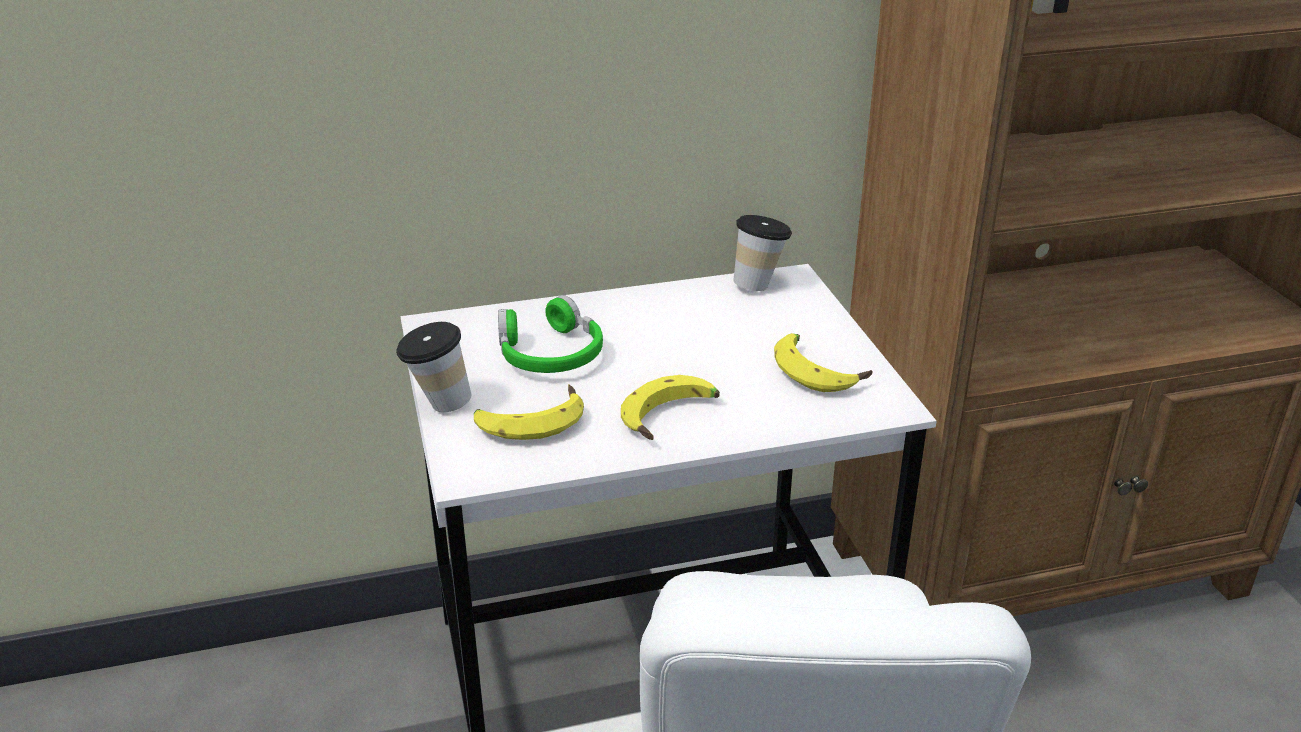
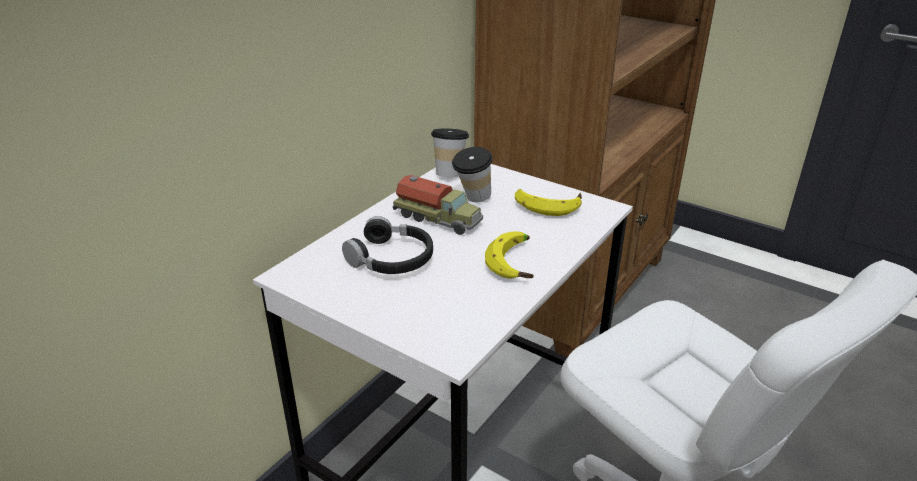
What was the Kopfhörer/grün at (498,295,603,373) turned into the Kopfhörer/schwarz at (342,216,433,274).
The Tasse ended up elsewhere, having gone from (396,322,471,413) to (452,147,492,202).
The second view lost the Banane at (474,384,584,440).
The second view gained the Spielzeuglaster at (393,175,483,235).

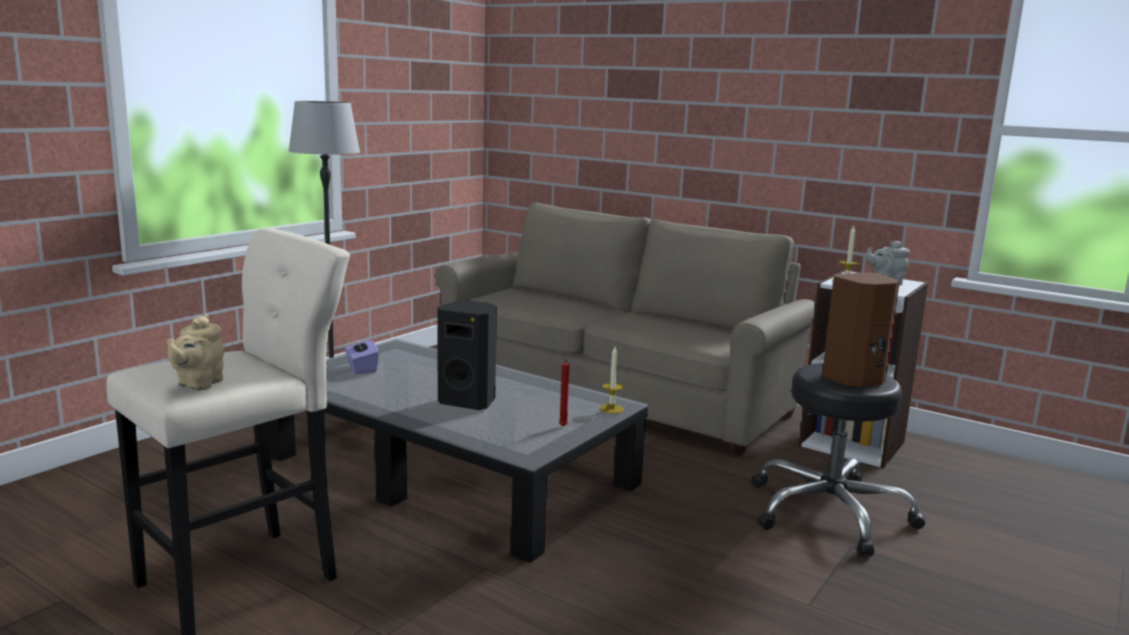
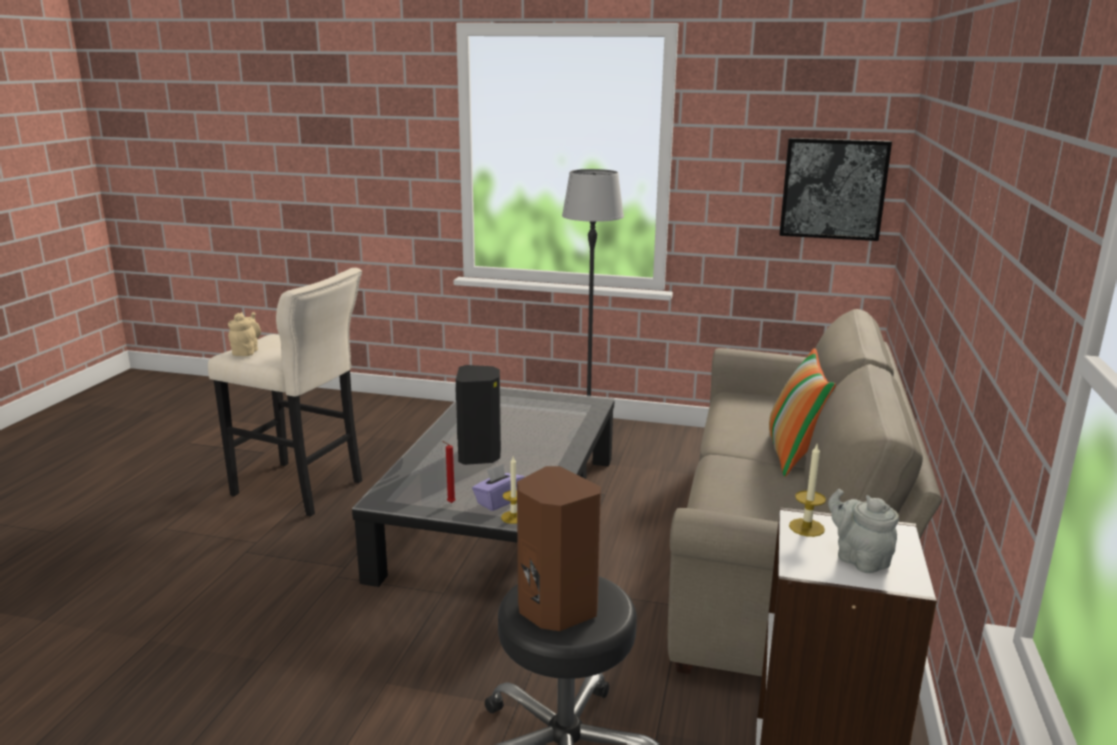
The Teekanne/beige at (167,314,224,391) ended up facing another way, 105 degrees clockwise from before.
The Taschentuchbox/lila ended up elsewhere, having gone from (345,339,379,374) to (472,464,525,511).
The second view gained the Bild at (779,138,892,241).
The second view gained the Kissen at (769,348,836,477).

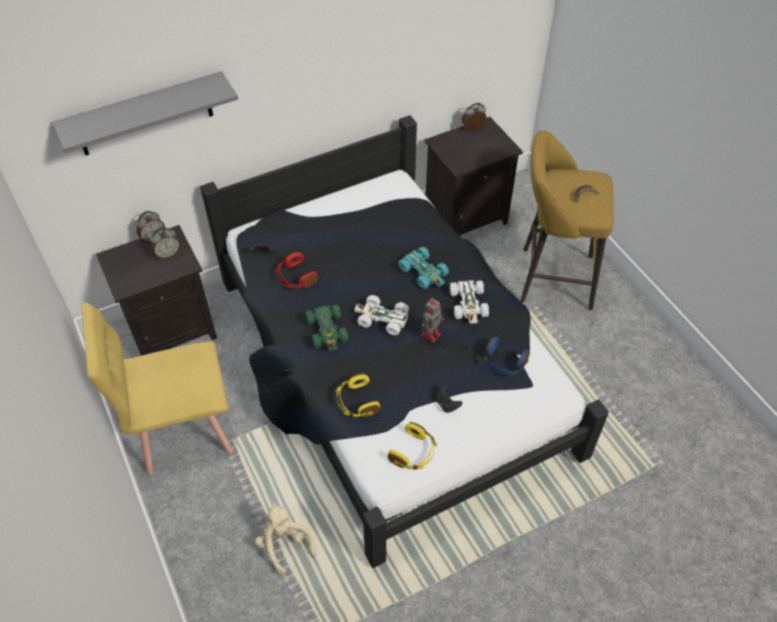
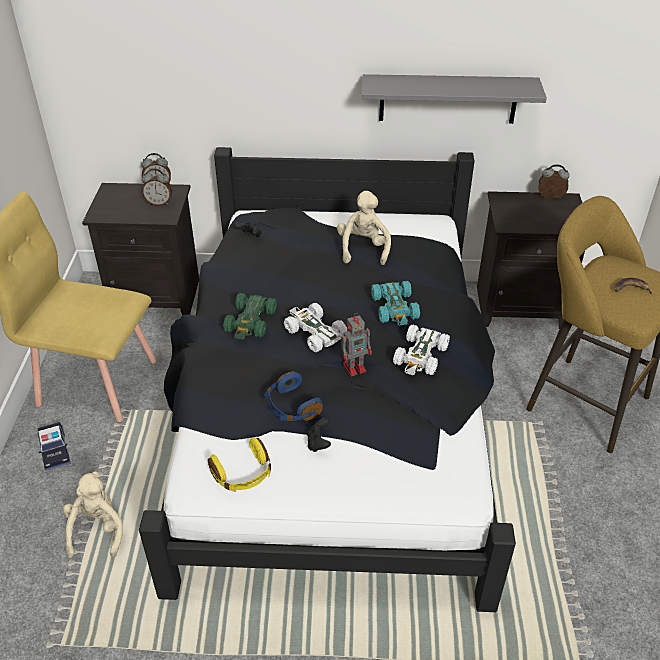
The Wandregal/grau ended up elsewhere, having gone from (52,71,238,156) to (362,74,547,124).
The second view lost the Kopfhörer/rot at (276,252,318,288).
The Kopfhörer/blau ended up elsewhere, having gone from (484,337,530,377) to (264,371,323,421).
The second view lost the Kopfhörer/gelb at (336,373,380,417).
The second view gained the Plüschtier/beige at (337,191,391,265).
The second view gained the Spielzeugauto at (38,422,71,471).

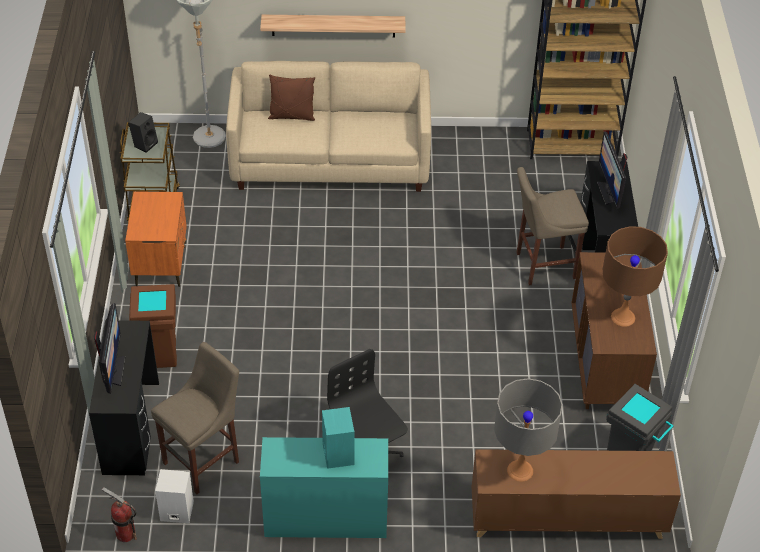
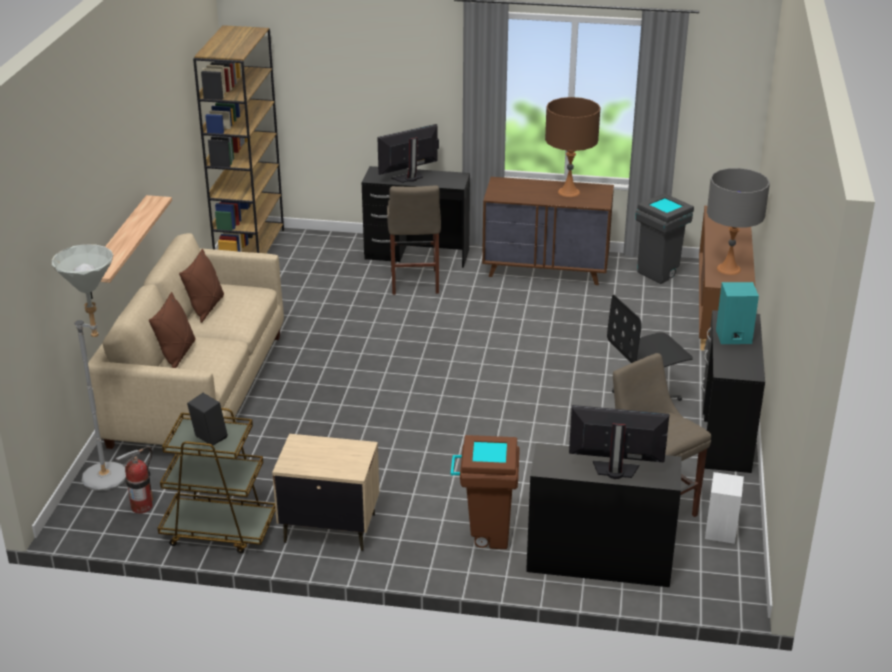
The Monitor at (597,132,628,209) ended up facing another way, 150 degrees clockwise from before.
What was the Nachttisch/orange at (125,191,187,287) turned into the Nachttisch/beige at (272,434,379,551).
What was the Schreibtisch/türkis at (260,437,388,538) turned into the Schreibtisch/schwarz at (701,310,765,473).
The Feuerlöscher ended up elsewhere, having gone from (102,487,137,542) to (115,447,153,514).
The second view gained the Kissen/braun at (179,249,224,323).

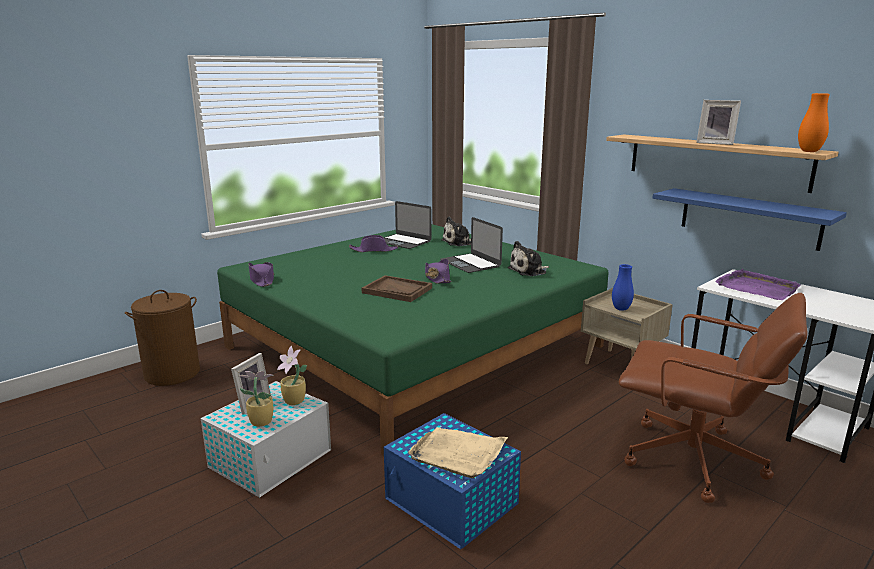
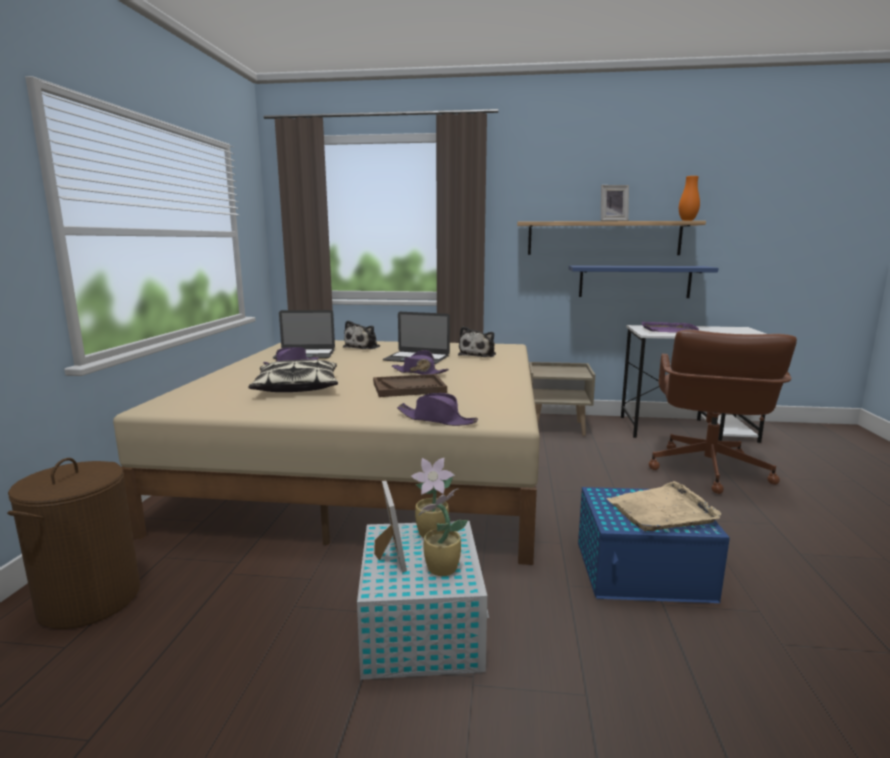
What was the Bett/grün at (217,224,609,456) turned into the Bett/beige at (113,340,540,565).
The Hut/lila ended up elsewhere, having gone from (248,262,274,287) to (397,393,478,426).
The second view lost the Vase/blau at (612,264,634,311).
The Bürostuhl/braun at (619,293,808,503) ended up facing another way, 120 degrees clockwise from before.
The second view gained the Kissen at (248,360,338,392).

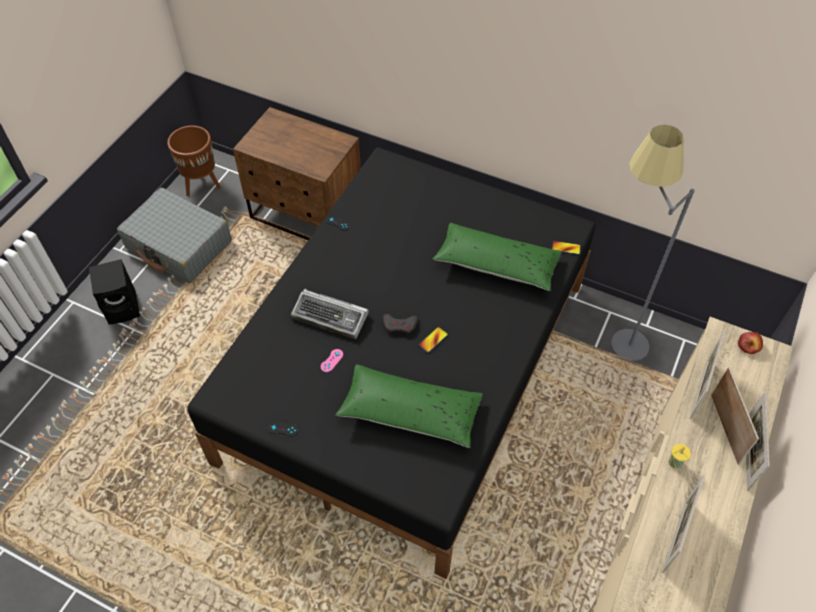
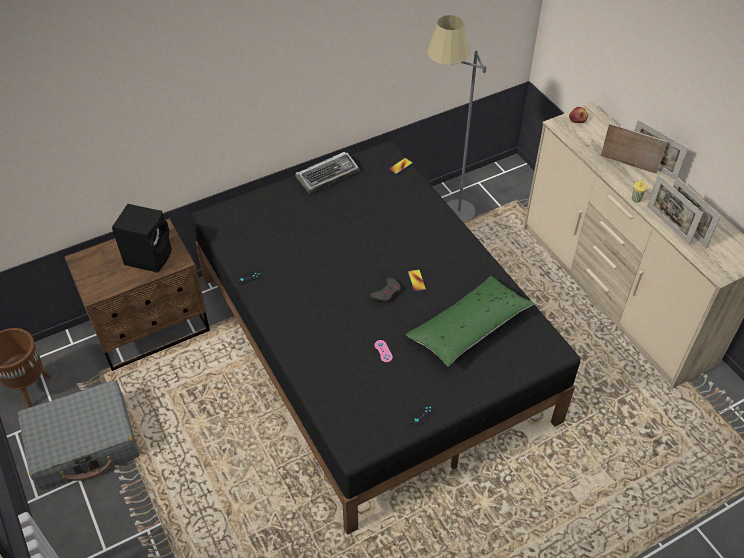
The second view lost the Kissen/grün at (433,223,562,291).
The Lautsprecher/schwarz ended up elsewhere, having gone from (89,259,140,324) to (112,204,172,273).
The Tastatur ended up elsewhere, having gone from (291,289,369,339) to (295,152,359,194).
The Bilderrahmen ended up elsewhere, having gone from (690,330,725,419) to (647,175,703,245).

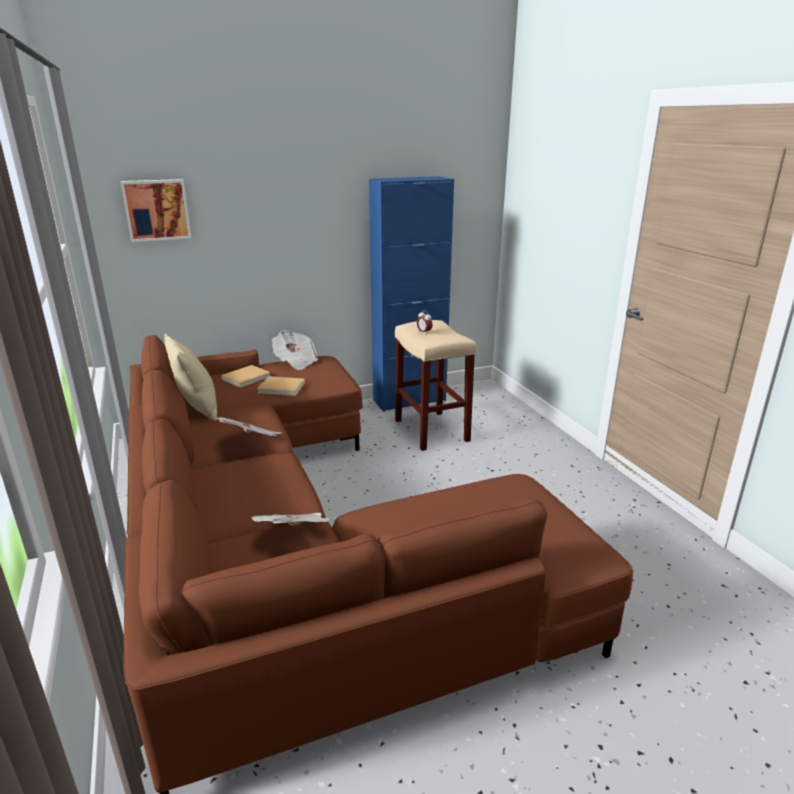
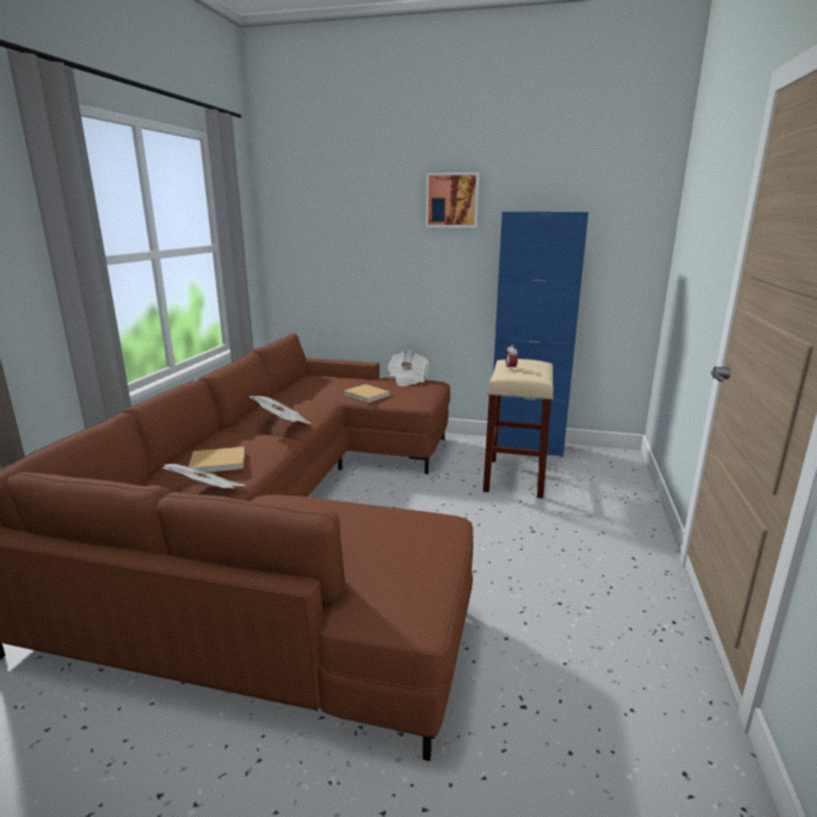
The Bild ended up elsewhere, having gone from (121,179,192,242) to (426,172,479,228).
The second view lost the Kissen/beige at (164,333,217,420).
The Buch/beige ended up elsewhere, having gone from (221,365,271,388) to (189,447,245,472).

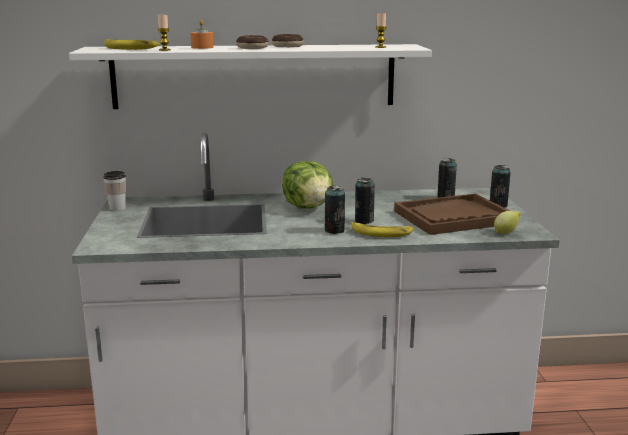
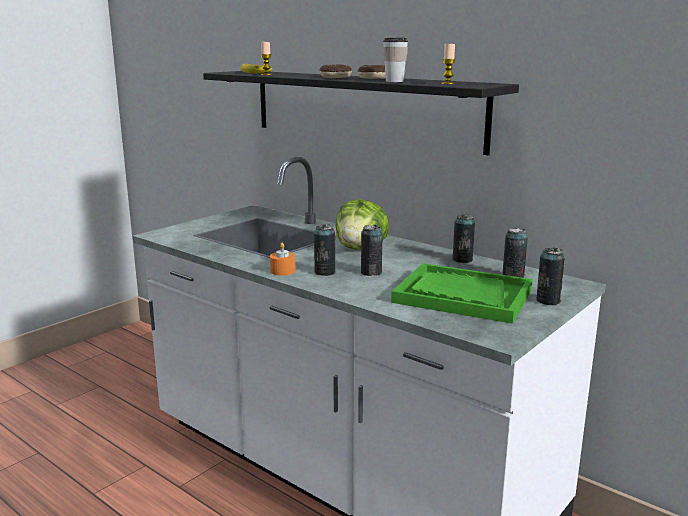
The Kerze/orange ended up elsewhere, having gone from (190,20,214,49) to (270,243,295,276).
What was the Wandregal/weiß at (69,44,432,109) turned into the Wandregal/schwarz at (203,71,519,155).
The Tasse ended up elsewhere, having gone from (103,171,126,211) to (383,38,408,82).
What was the Tablett/braun at (394,194,510,235) turned into the Tablett/grün at (391,263,533,324).
The second view lost the Zitrone at (494,211,521,234).
The second view lost the Banane at (351,222,414,237).
The second view gained the Dose at (453,214,475,263).

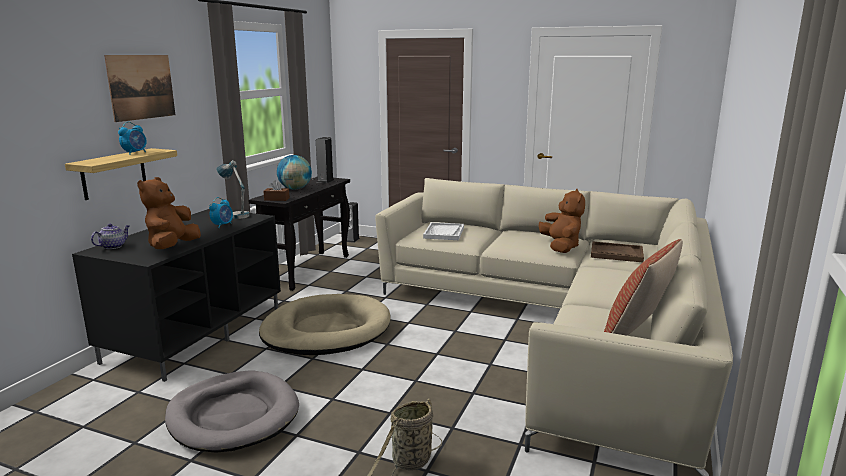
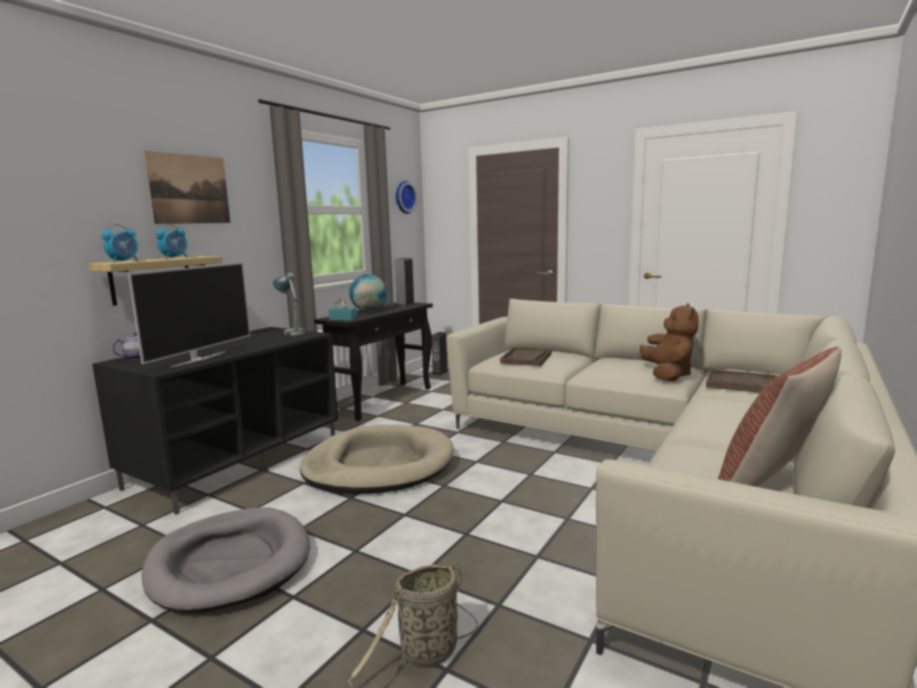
Where the Plüschtier/braun stood at (137,177,201,249), the Fernseher came to stand at (128,263,250,368).
What was the Taschentuchbox/braun at (263,181,290,201) turned into the Taschentuchbox/türkis at (329,298,357,321).
The Wecker ended up elsewhere, having gone from (209,197,233,228) to (102,224,138,262).
What was the Tablett/weiß at (423,222,464,240) turned into the Tablett/braun at (500,347,551,366).
The second view gained the Wanduhr at (396,181,417,214).

